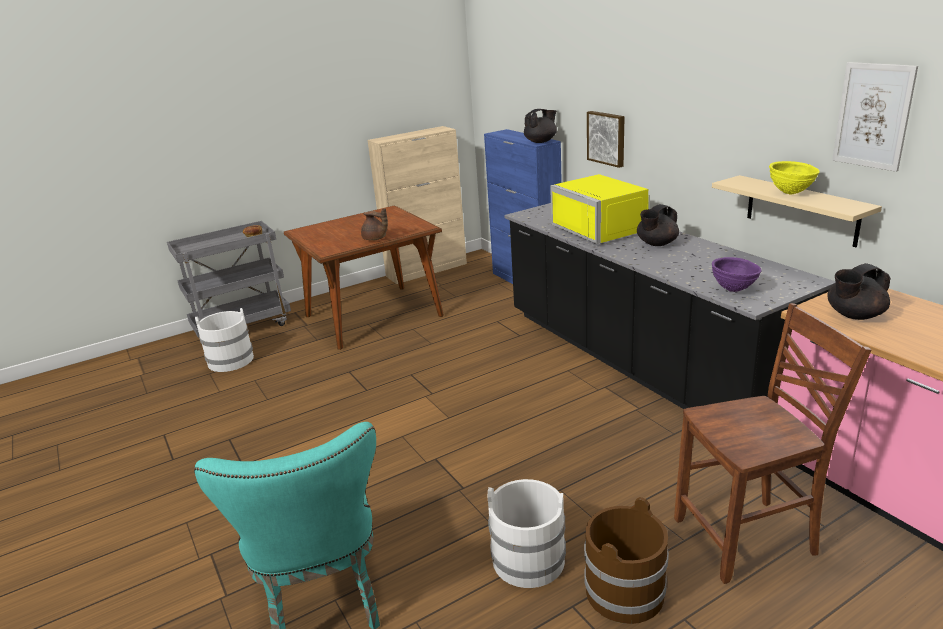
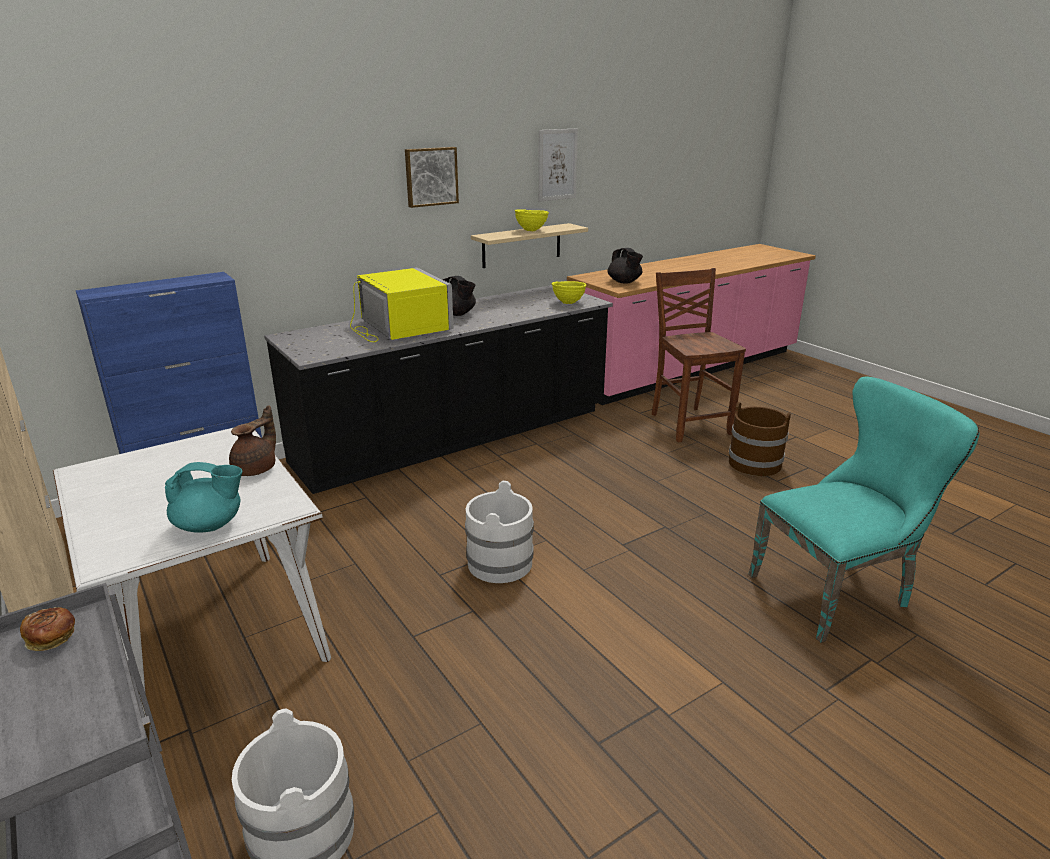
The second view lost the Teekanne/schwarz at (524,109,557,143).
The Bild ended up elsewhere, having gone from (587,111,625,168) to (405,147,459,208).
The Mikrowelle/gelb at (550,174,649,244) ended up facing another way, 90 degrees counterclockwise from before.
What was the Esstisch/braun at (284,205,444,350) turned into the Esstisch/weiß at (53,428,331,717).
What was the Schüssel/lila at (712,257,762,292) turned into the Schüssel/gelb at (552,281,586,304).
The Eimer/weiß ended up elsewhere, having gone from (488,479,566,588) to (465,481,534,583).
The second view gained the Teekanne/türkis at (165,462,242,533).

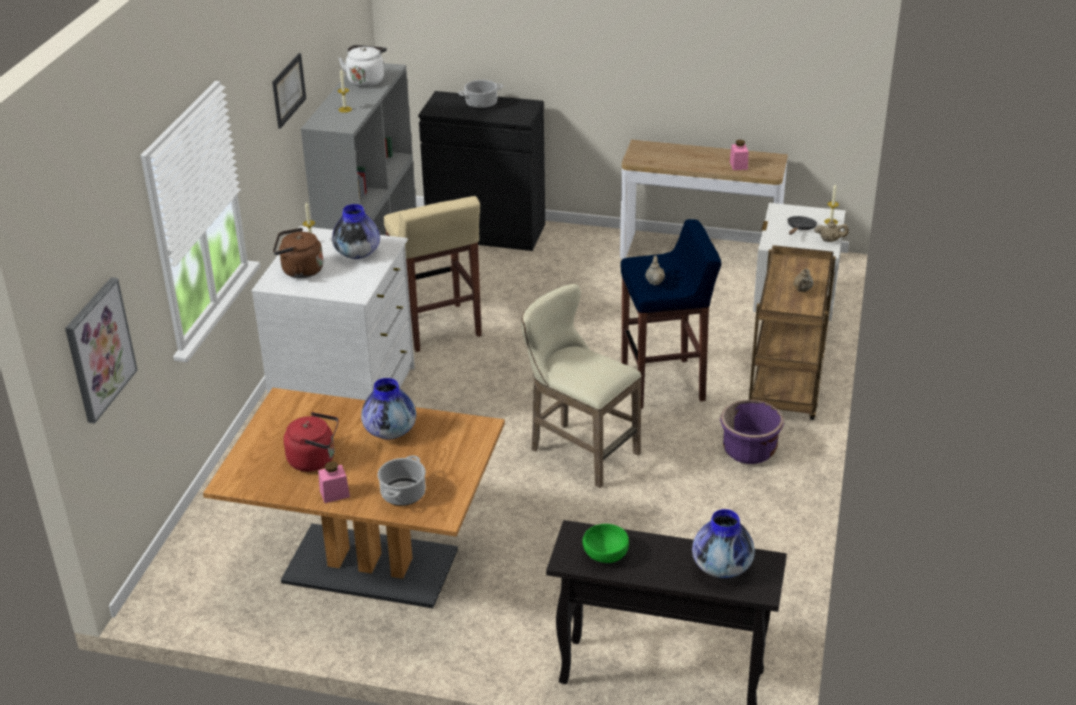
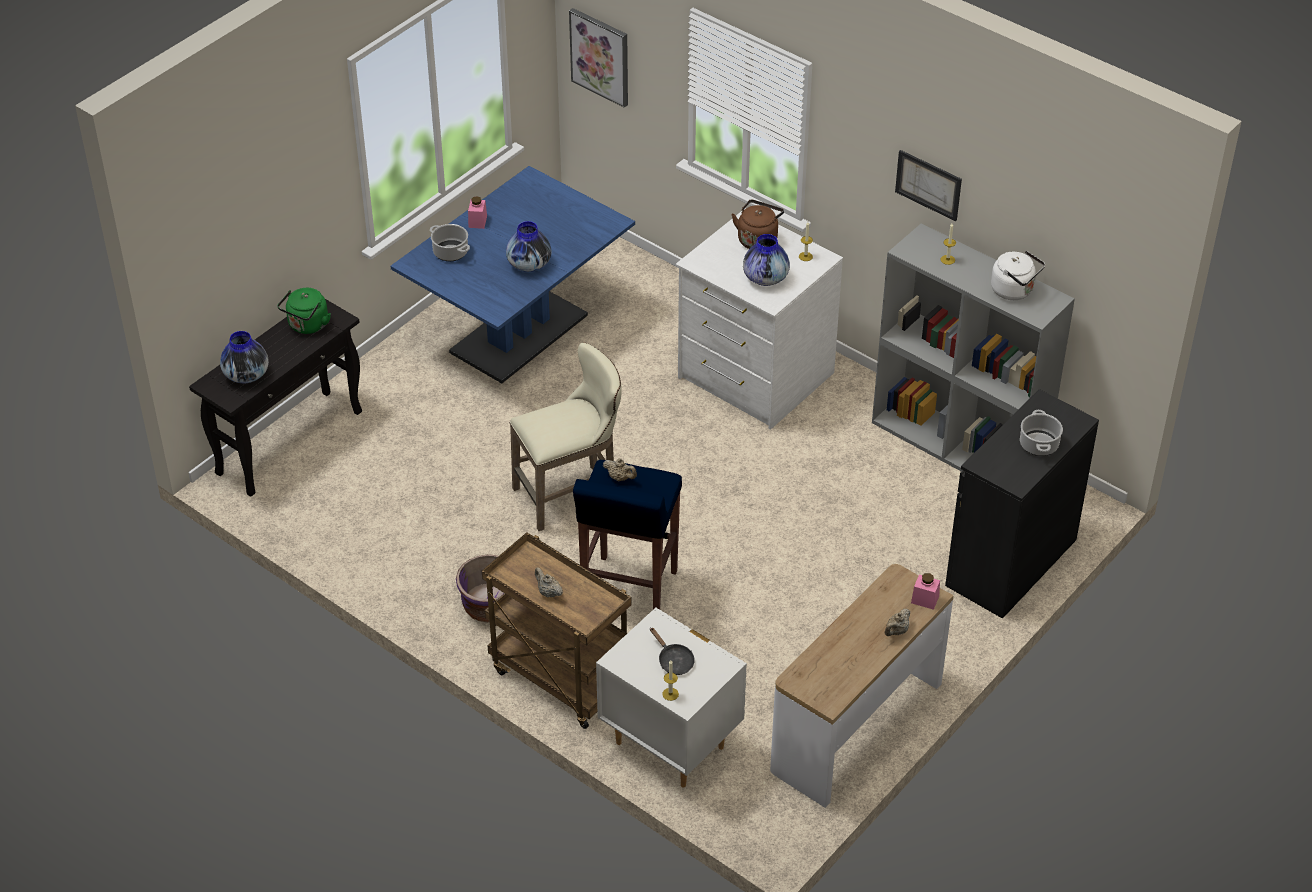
The Vorratsglas/rosa ended up elsewhere, having gone from (730,140,748,170) to (911,573,940,610).
The second view lost the Hocker/beige at (383,196,482,352).
The Teekanne/beige ended up elsewhere, having gone from (814,220,849,242) to (885,609,910,636).
What was the Esstisch/braun at (203,388,505,608) turned into the Esstisch/blau at (390,166,635,383).
The second view lost the Wasserkessel/rot at (284,412,339,472).
Where the Schüssel/grün stood at (583,524,629,563), the Wasserkessel/grün came to stand at (277,288,331,334).

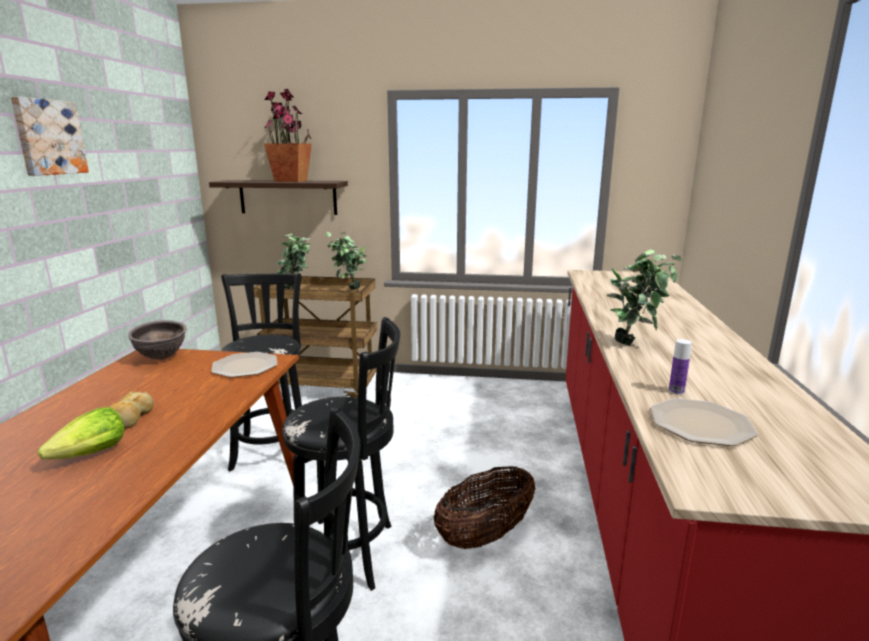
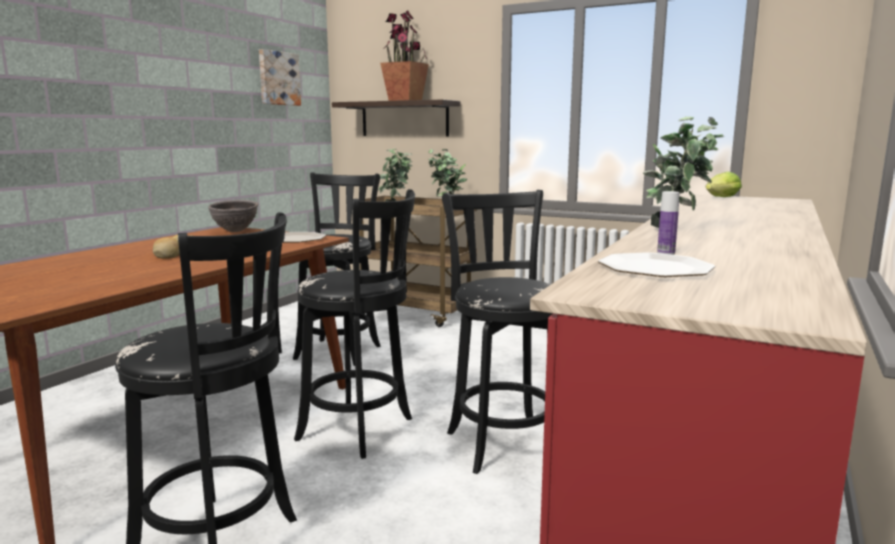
The Bild ended up elsewhere, having gone from (11,97,89,176) to (259,49,301,106).
The Salatkopf ended up elsewhere, having gone from (37,407,124,460) to (706,172,742,197).
Where the Korb stood at (434,466,536,549), the Hocker/schwarz came to stand at (442,190,553,474).

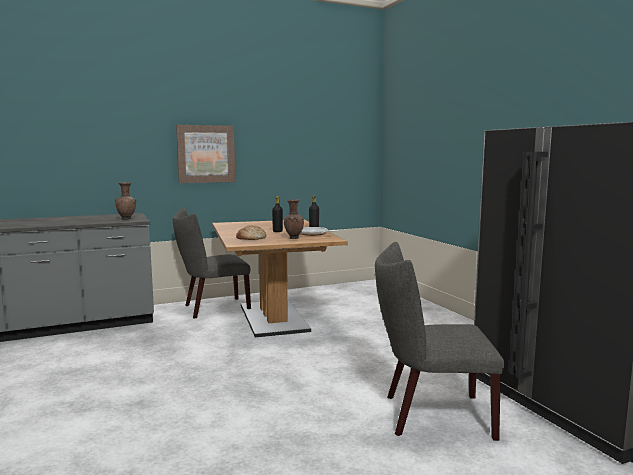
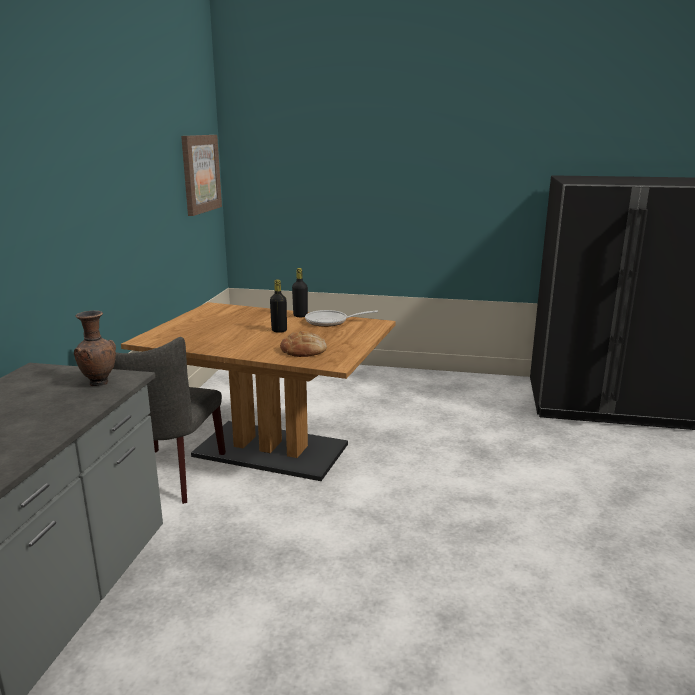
The Bild ended up elsewhere, having gone from (176,125,235,183) to (181,135,222,216).
The second view lost the Vase/braun at (284,199,304,239).
The second view lost the Stuhl/grau at (375,242,504,441).

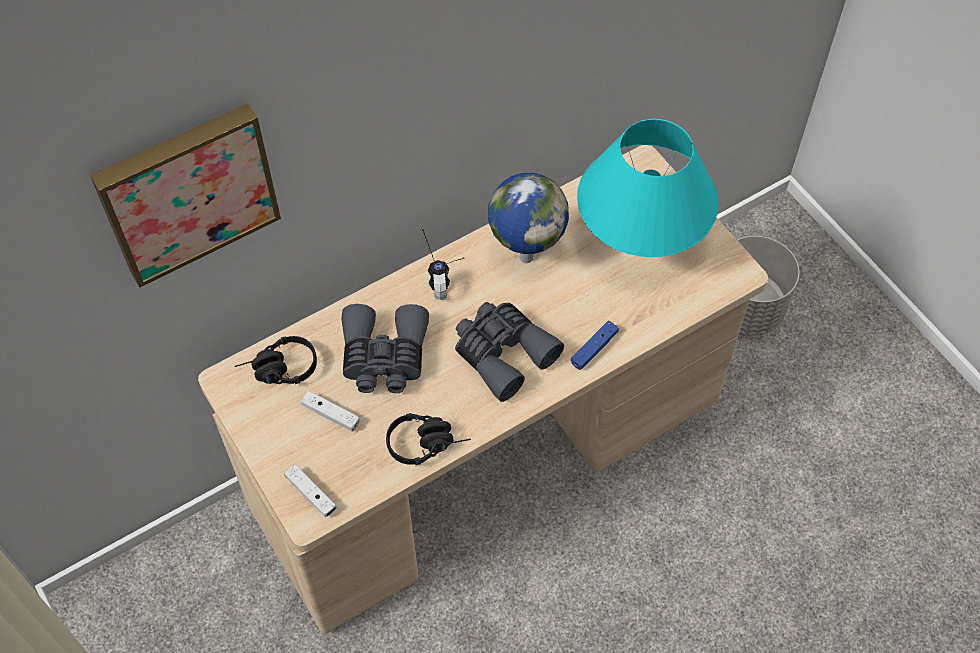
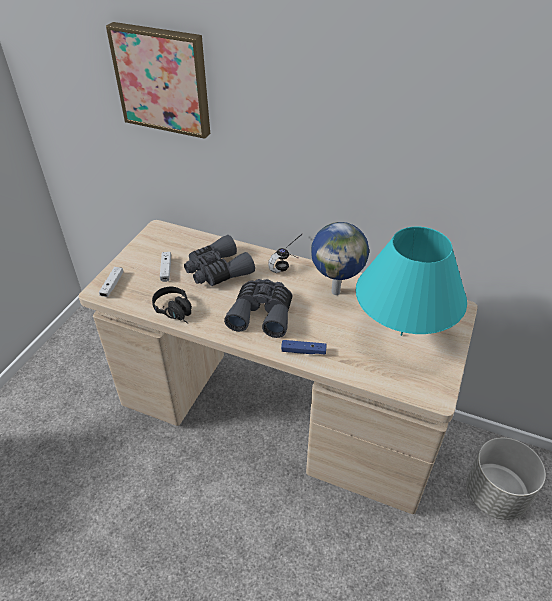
The second view lost the Kopfhörer/schwarz at (234,336,317,384).

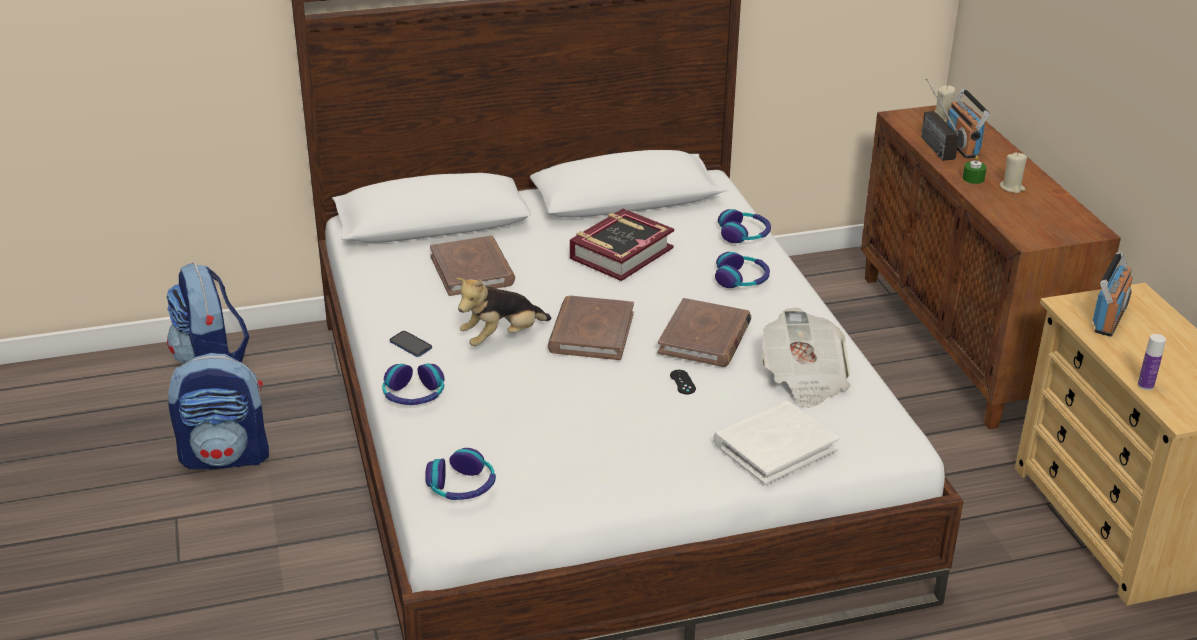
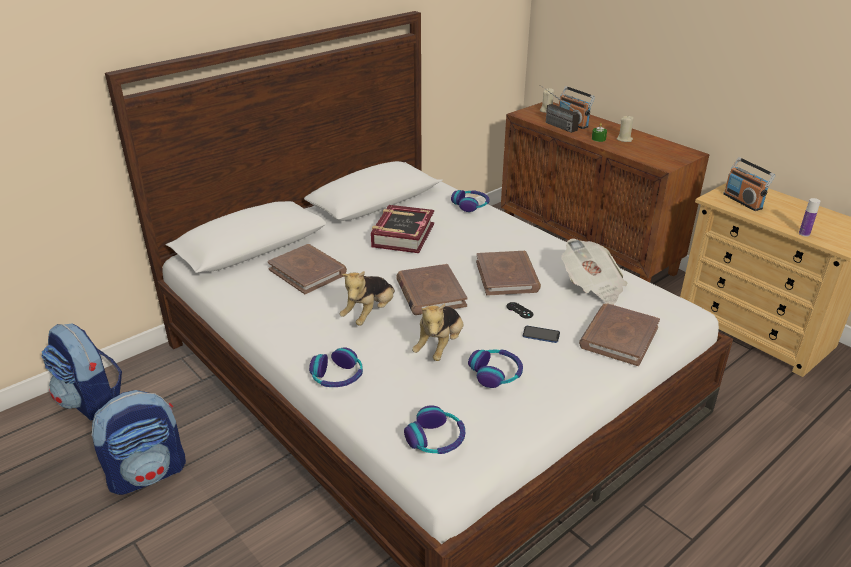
The Kopfhörer ended up elsewhere, having gone from (715,252,770,288) to (468,349,523,388).
The Radio at (1093,252,1133,337) ended up facing another way, 150 degrees clockwise from before.
The Handy ended up elsewhere, having gone from (390,331,432,357) to (523,326,560,343).
What was the Buch/weiß at (713,401,839,485) turned into the Buch/braun at (579,303,660,366).
The second view gained the Plüschtier at (412,304,463,361).

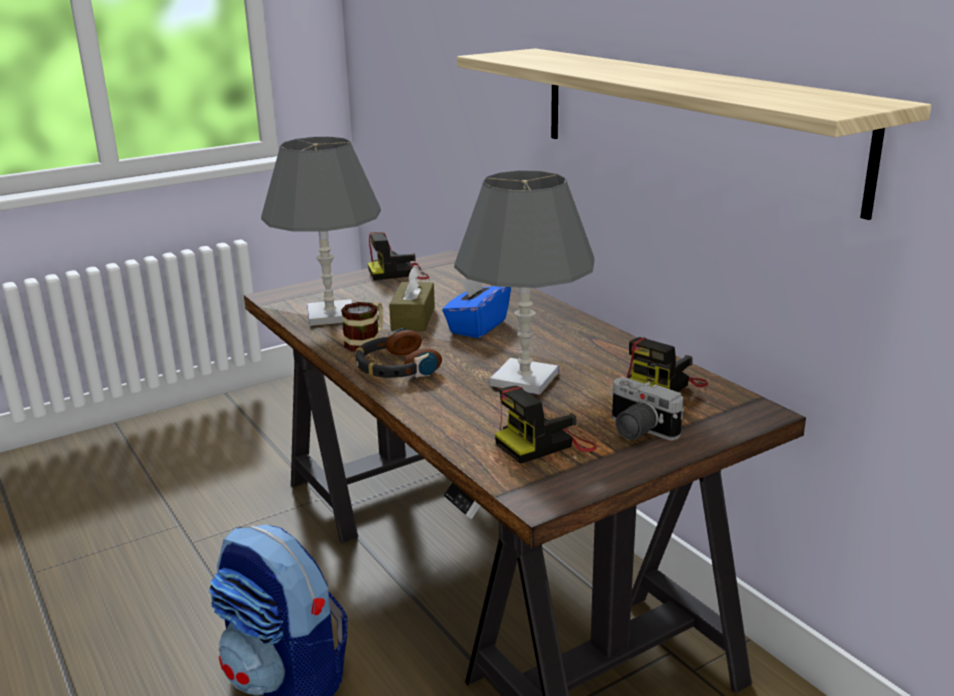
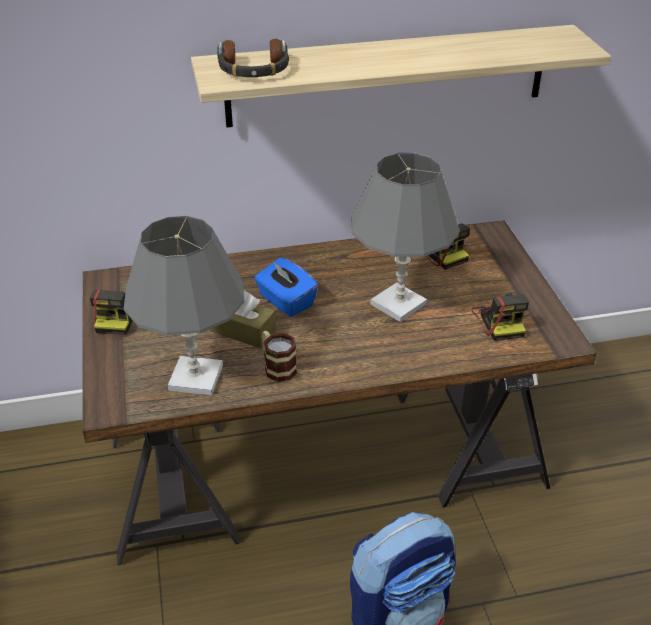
The Kopfhörer ended up elsewhere, having gone from (355,328,442,378) to (217,39,289,77).
The second view lost the Kamera at (609,377,684,440).

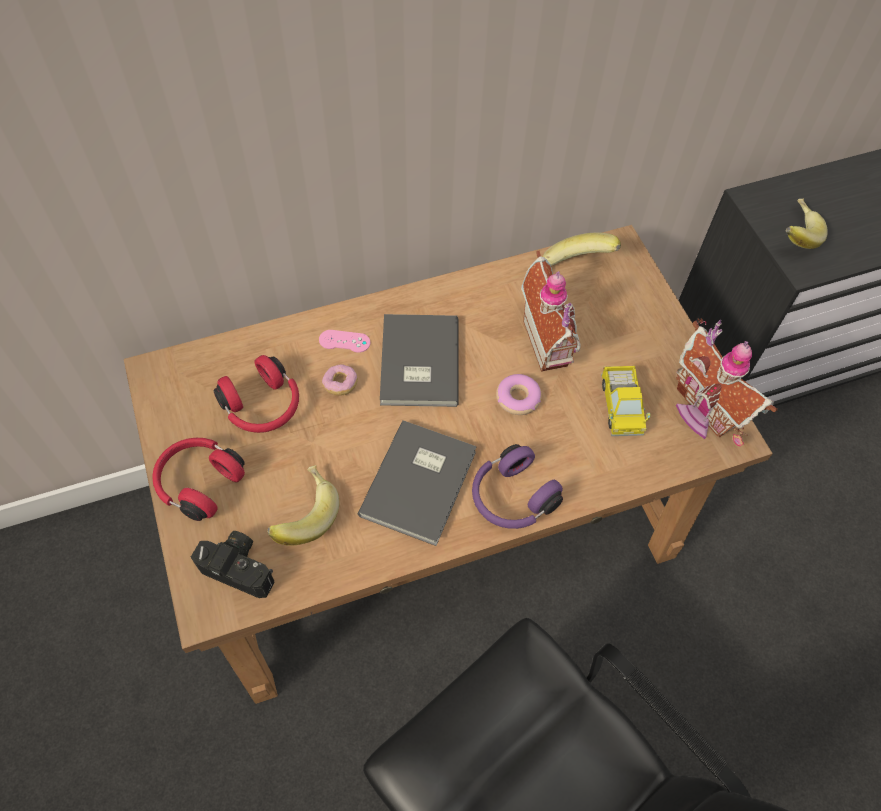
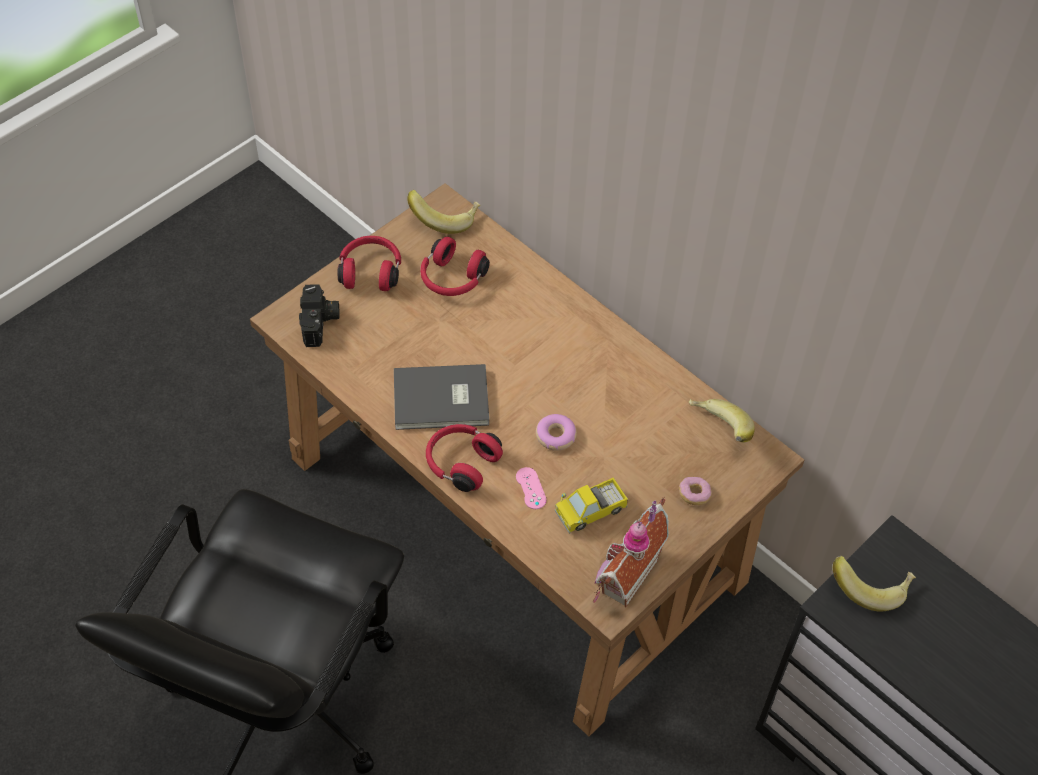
The second view lost the Spielzeughaus at (521,250,581,372).
The second view lost the Buch/grau at (380,314,459,407).
The Gamepad/rosa ended up elsewhere, having gone from (319,330,370,353) to (516,467,547,509).
The Donut ended up elsewhere, having gone from (322,364,358,396) to (679,477,712,505).
What was the Kopfhörer/lila at (472,444,563,529) turned into the Kopfhörer/rot at (426,424,503,492).
The Banane ended up elsewhere, having gone from (267,465,340,546) to (407,190,481,234).

